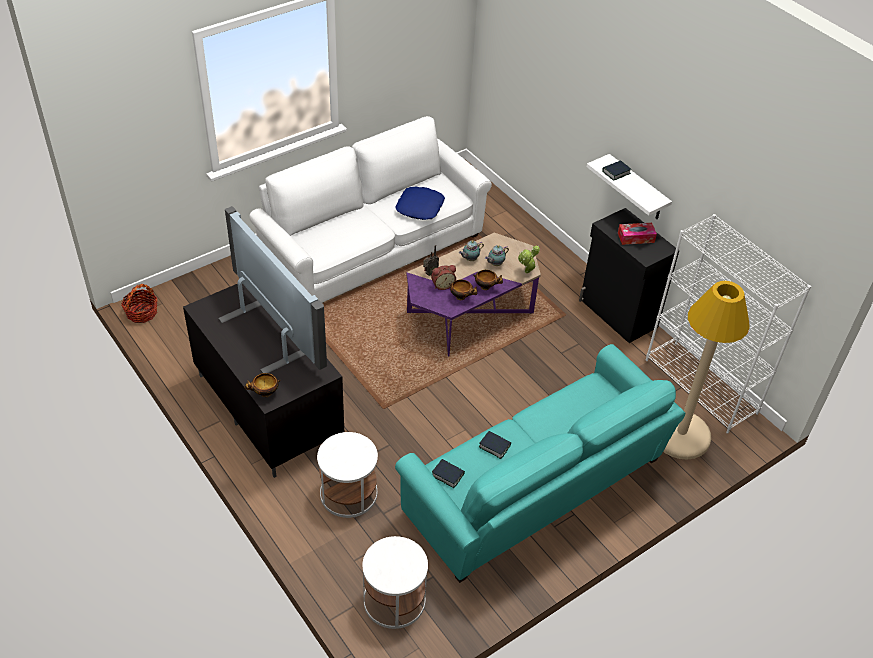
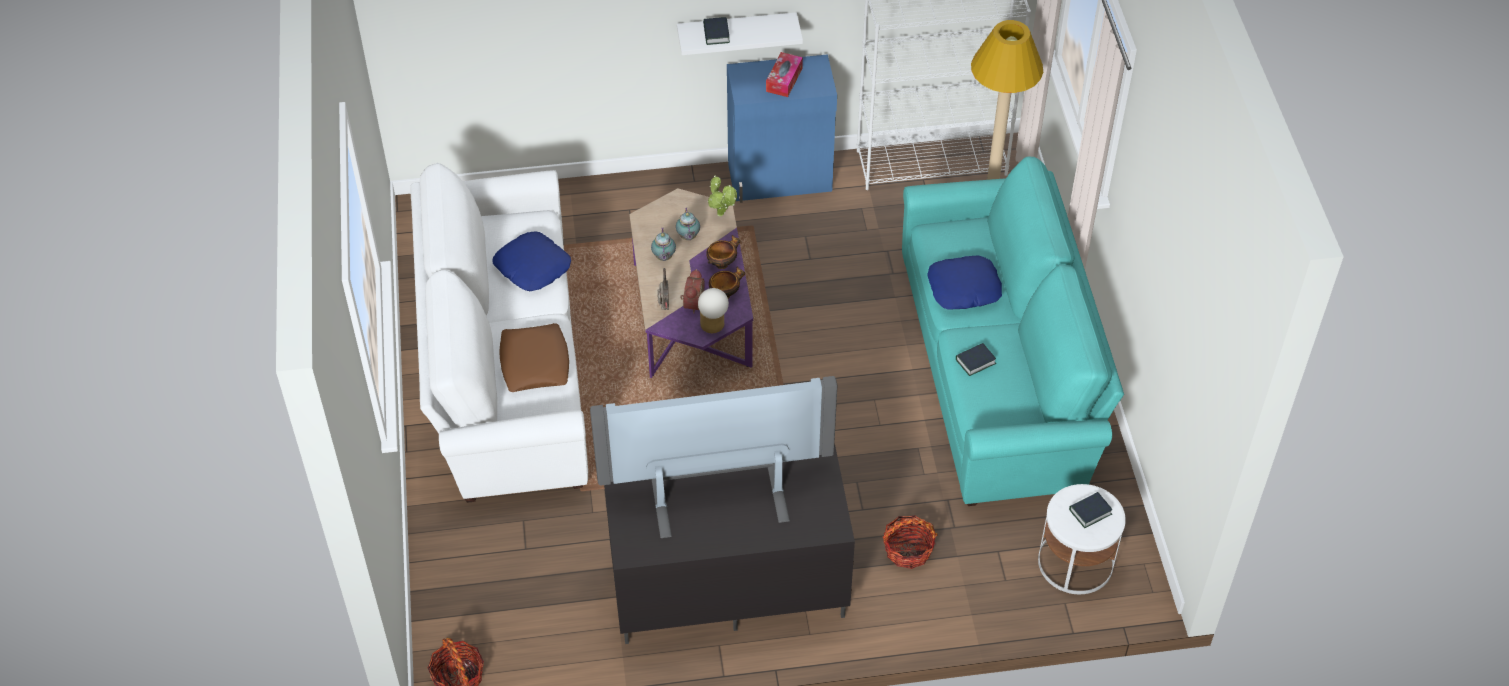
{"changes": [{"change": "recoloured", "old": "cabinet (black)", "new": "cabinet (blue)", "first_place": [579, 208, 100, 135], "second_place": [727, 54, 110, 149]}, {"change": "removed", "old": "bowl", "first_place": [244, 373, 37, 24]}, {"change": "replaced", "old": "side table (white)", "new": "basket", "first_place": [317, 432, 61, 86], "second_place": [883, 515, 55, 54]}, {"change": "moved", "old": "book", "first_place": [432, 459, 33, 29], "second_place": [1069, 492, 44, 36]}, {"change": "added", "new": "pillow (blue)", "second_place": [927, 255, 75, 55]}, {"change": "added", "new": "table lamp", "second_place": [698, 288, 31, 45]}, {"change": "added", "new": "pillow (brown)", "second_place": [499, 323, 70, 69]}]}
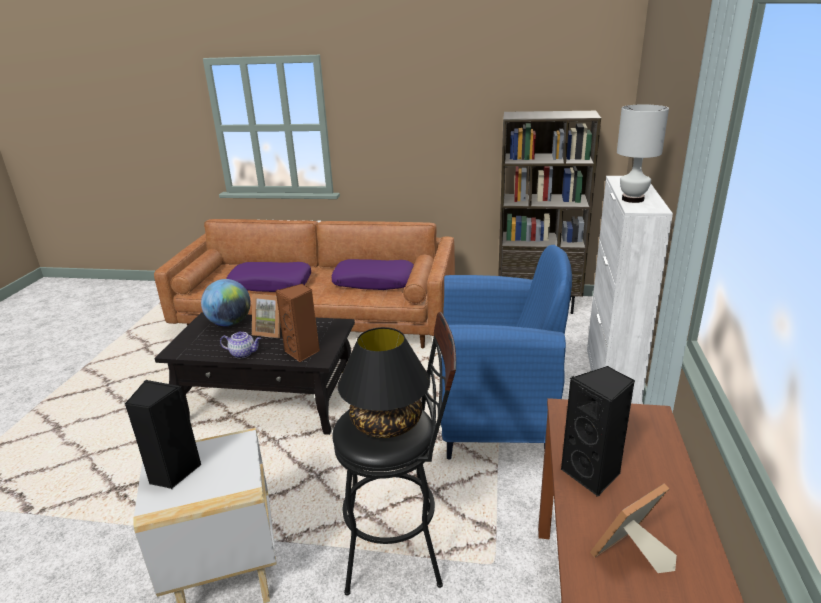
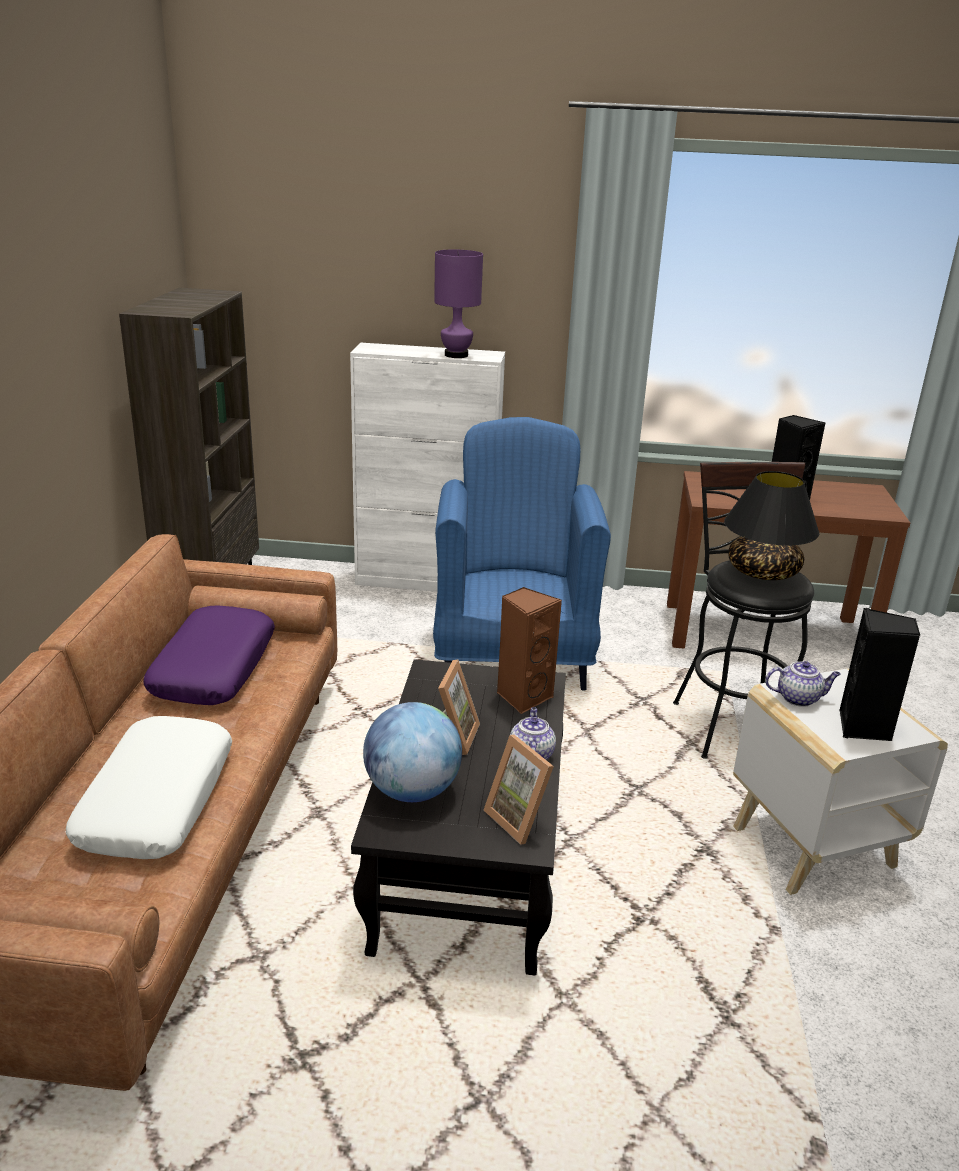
{"changes": [{"change": "recoloured", "old": "table lamp (white)", "new": "table lamp (purple)", "first_place": [617, 104, 52, 99], "second_place": [434, 250, 49, 108]}, {"change": "recoloured", "old": "pillow (purple)", "new": "pillow (white)", "first_place": [226, 262, 85, 30], "second_place": [66, 716, 166, 143]}, {"change": "moved", "old": "picture frame", "first_place": [590, 483, 87, 90], "second_place": [484, 735, 70, 110]}, {"change": "added", "new": "teapot", "second_place": [765, 661, 76, 46]}]}
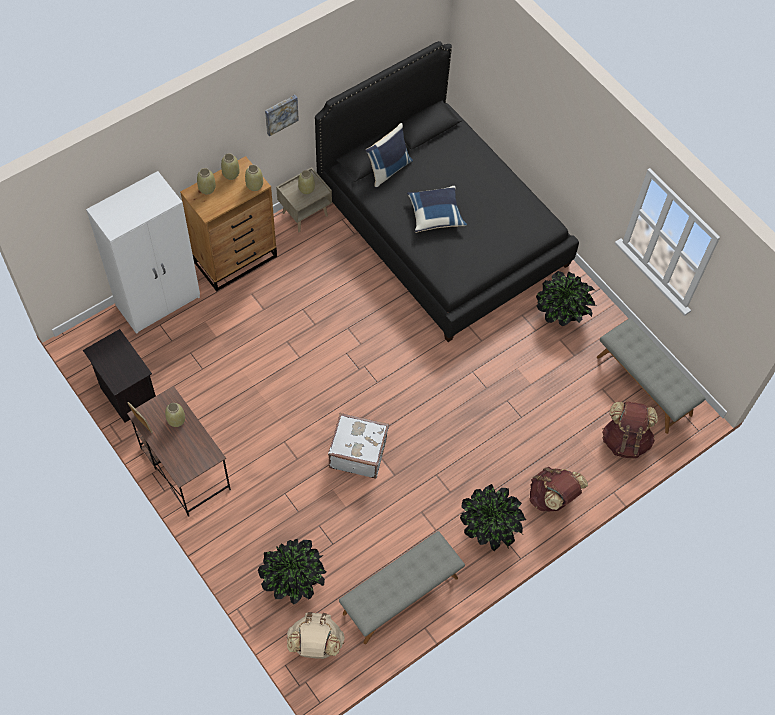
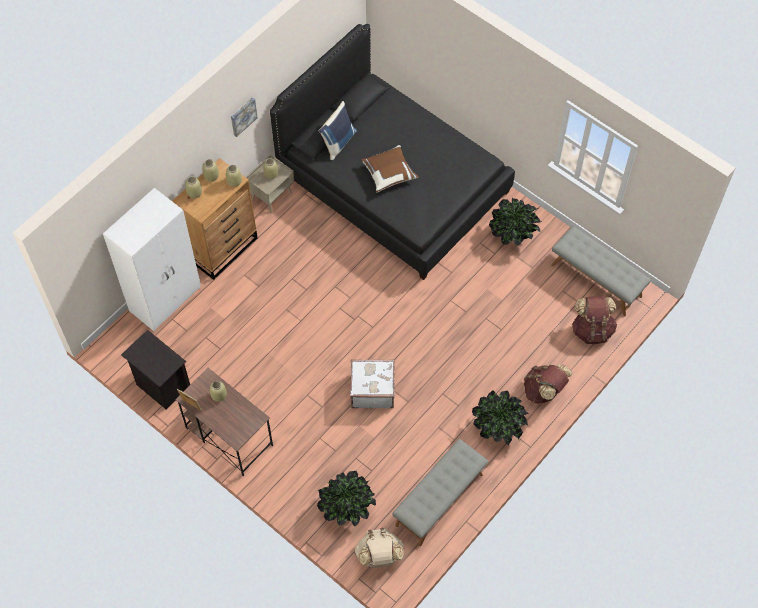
{"changes": [{"change": "recoloured", "old": "pillow (blue)", "new": "pillow (brown)", "first_place": [407, 186, 60, 47], "second_place": [361, 145, 58, 48]}]}
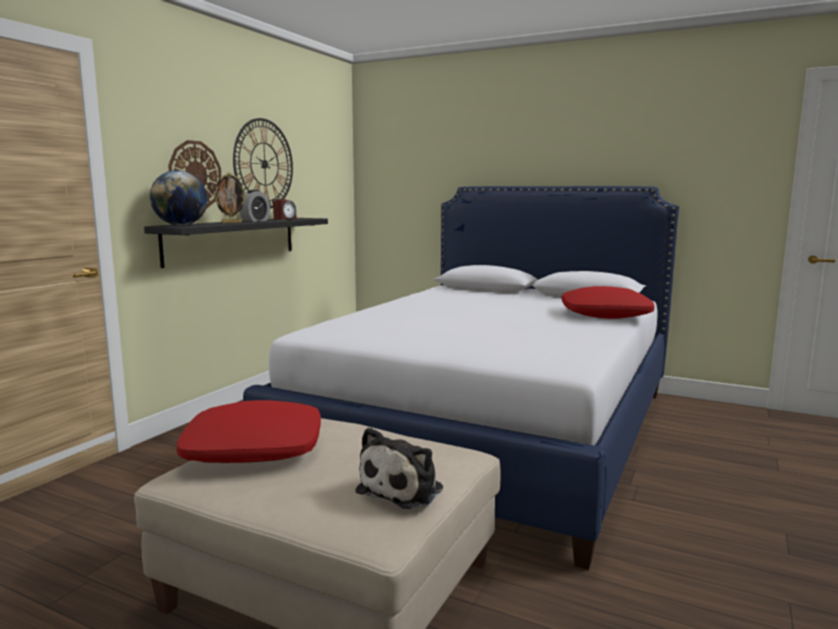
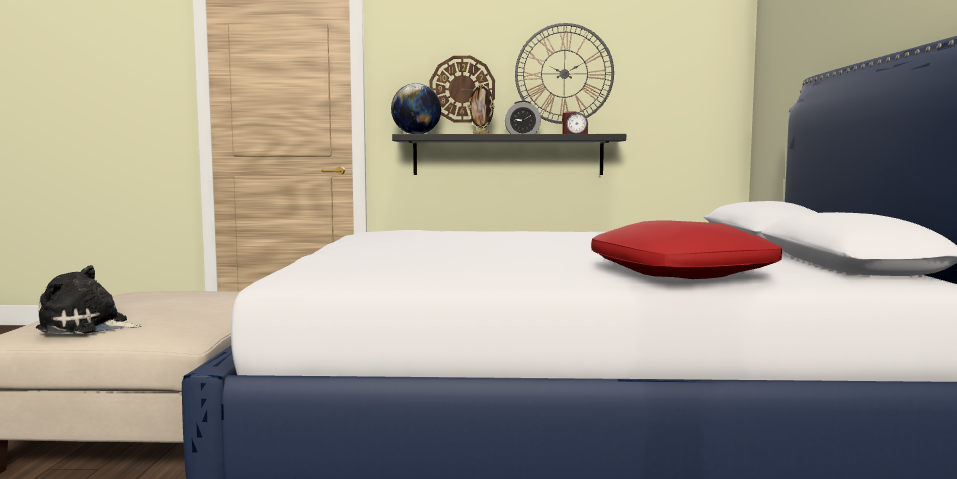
{"changes": [{"change": "removed", "old": "pillow (red)", "first_place": [177, 400, 144, 63]}]}
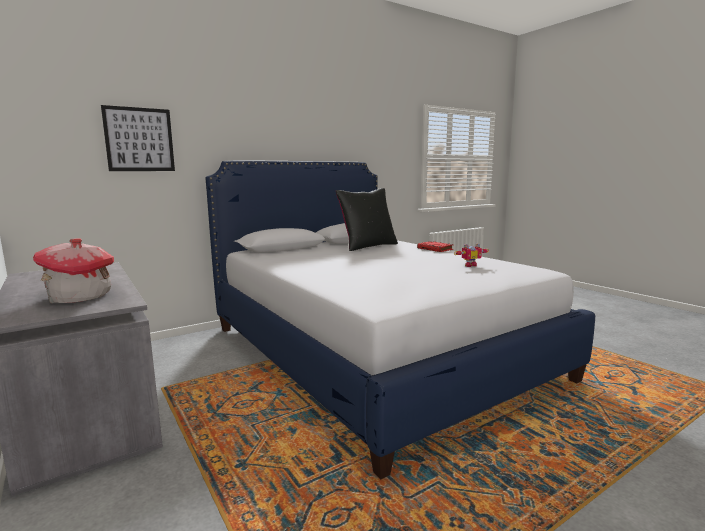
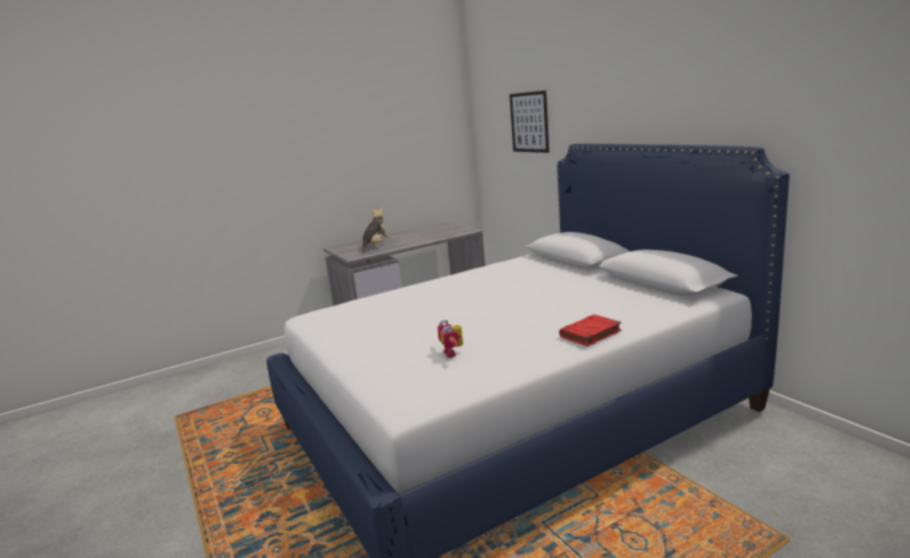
{"changes": [{"change": "removed", "old": "pillow (black)", "first_place": [336, 188, 62, 63]}, {"change": "replaced", "old": "toy house", "new": "plush toy", "first_place": [33, 238, 81, 66], "second_place": [362, 208, 29, 46]}]}
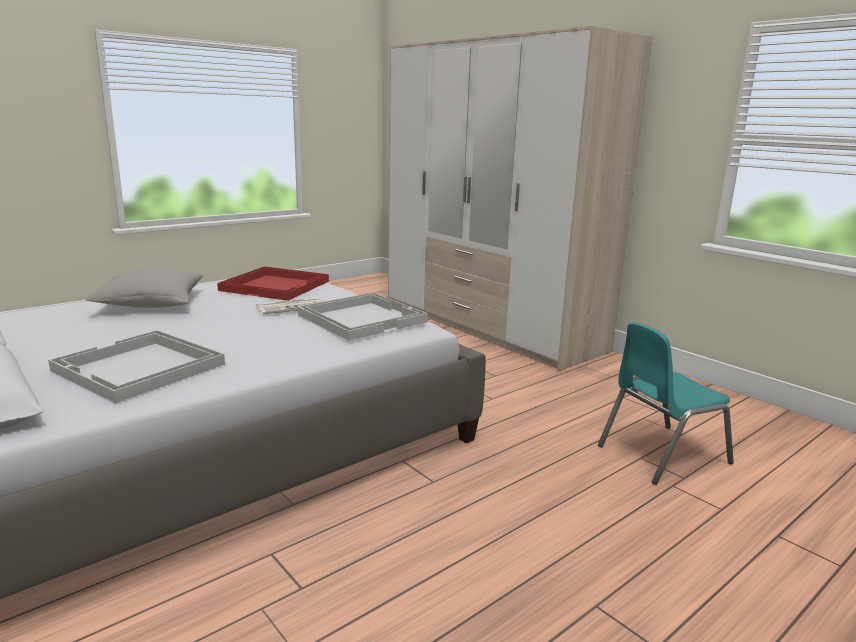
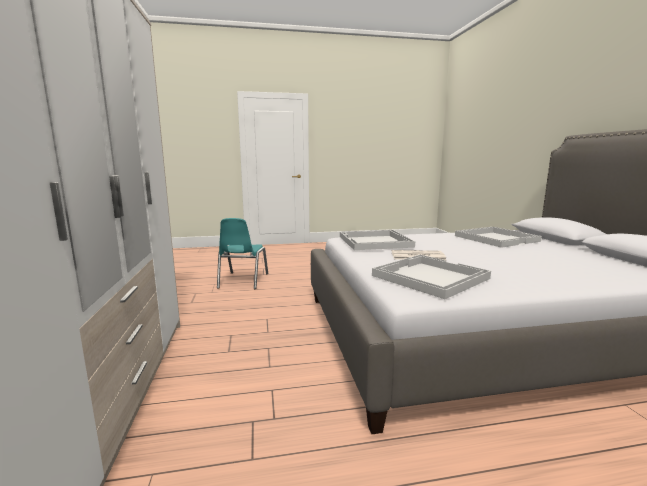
{"changes": [{"change": "recoloured", "old": "tray (red)", "new": "tray (white)", "first_place": [217, 266, 112, 35], "second_place": [372, 254, 119, 45]}, {"change": "removed", "old": "pillow (grey)", "first_place": [85, 269, 118, 39]}, {"change": "turned", "old": "chair (turquoise)", "first_place": [598, 322, 136, 163], "second_place": [217, 218, 51, 71], "degrees": 90}]}
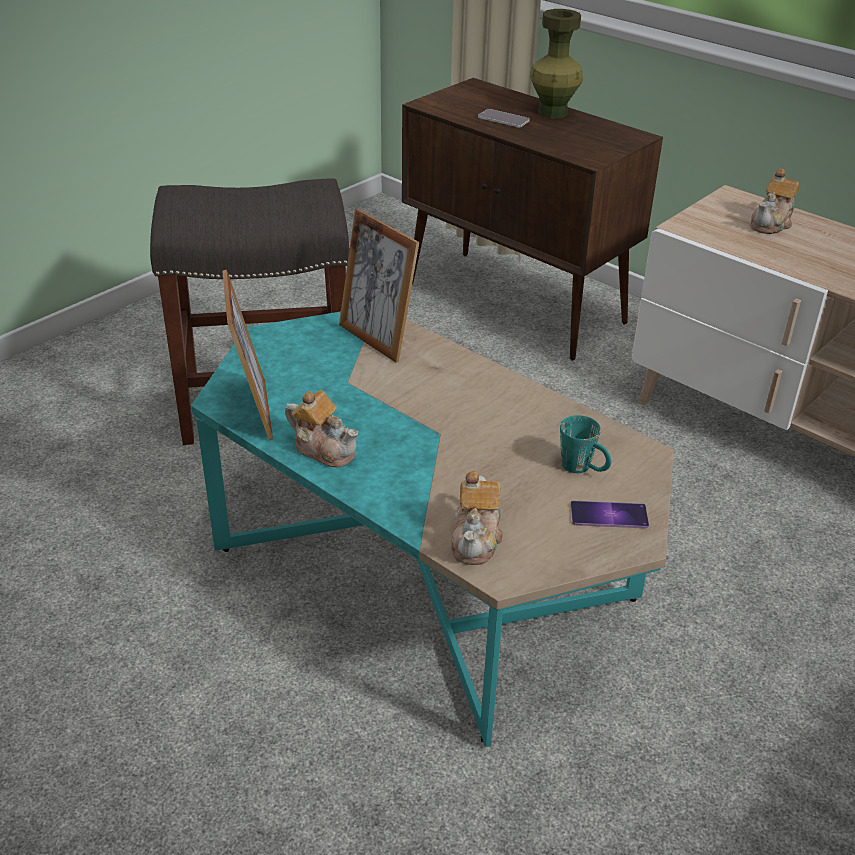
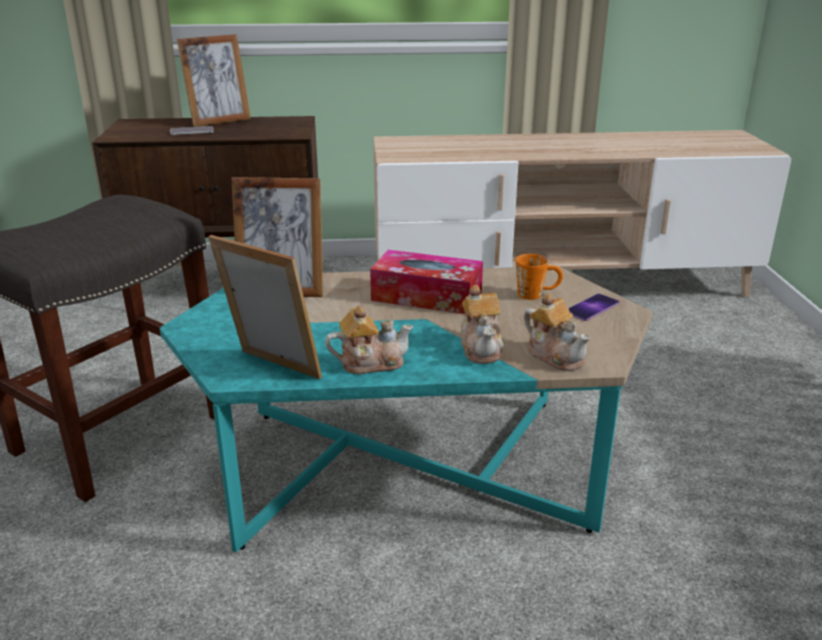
{"changes": [{"change": "replaced", "old": "vase (green)", "new": "picture frame", "first_place": [530, 9, 53, 109], "second_place": [177, 34, 74, 93]}, {"change": "moved", "old": "teapot", "first_place": [750, 168, 49, 66], "second_place": [461, 285, 43, 79]}, {"change": "recoloured", "old": "mug (turquoise)", "new": "mug (orange)", "first_place": [560, 415, 51, 58], "second_place": [516, 254, 47, 46]}, {"change": "added", "new": "tissue box", "second_place": [370, 250, 113, 64]}]}
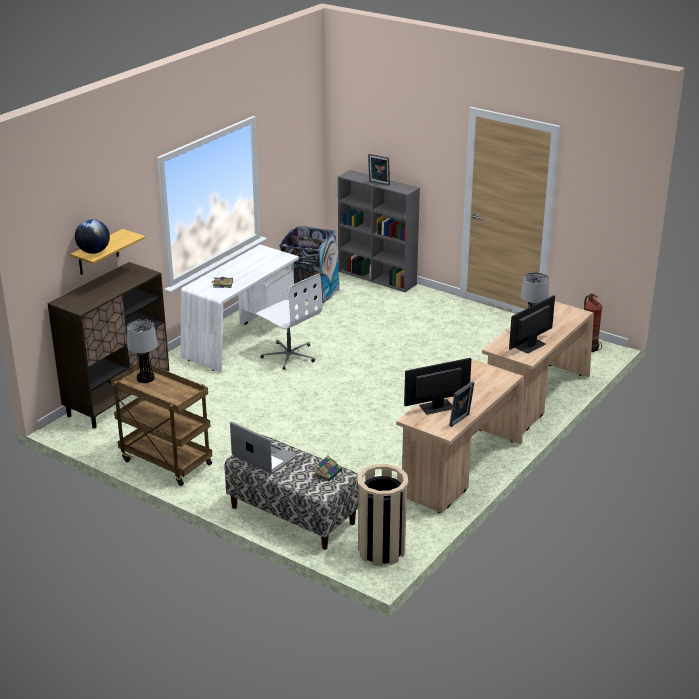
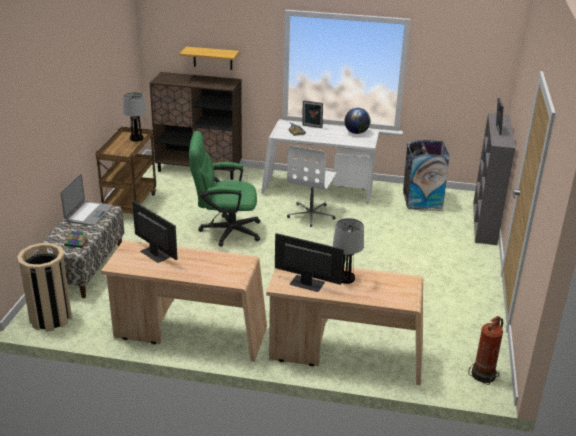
{"changes": [{"change": "moved", "old": "globe", "first_place": [75, 219, 35, 35], "second_place": [345, 108, 25, 26]}, {"change": "moved", "old": "picture frame", "first_place": [449, 381, 25, 46], "second_place": [303, 100, 20, 28]}, {"change": "added", "new": "office chair (green)", "second_place": [189, 131, 72, 115]}]}
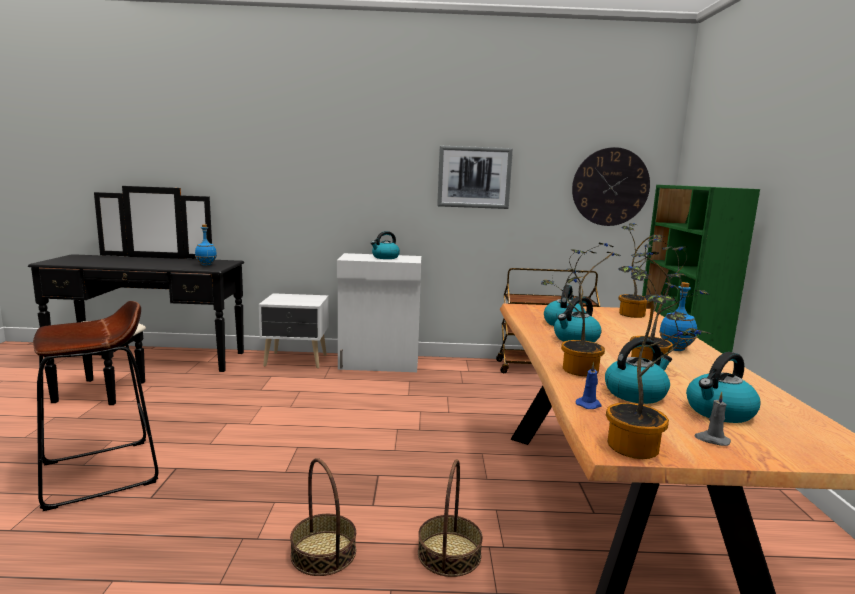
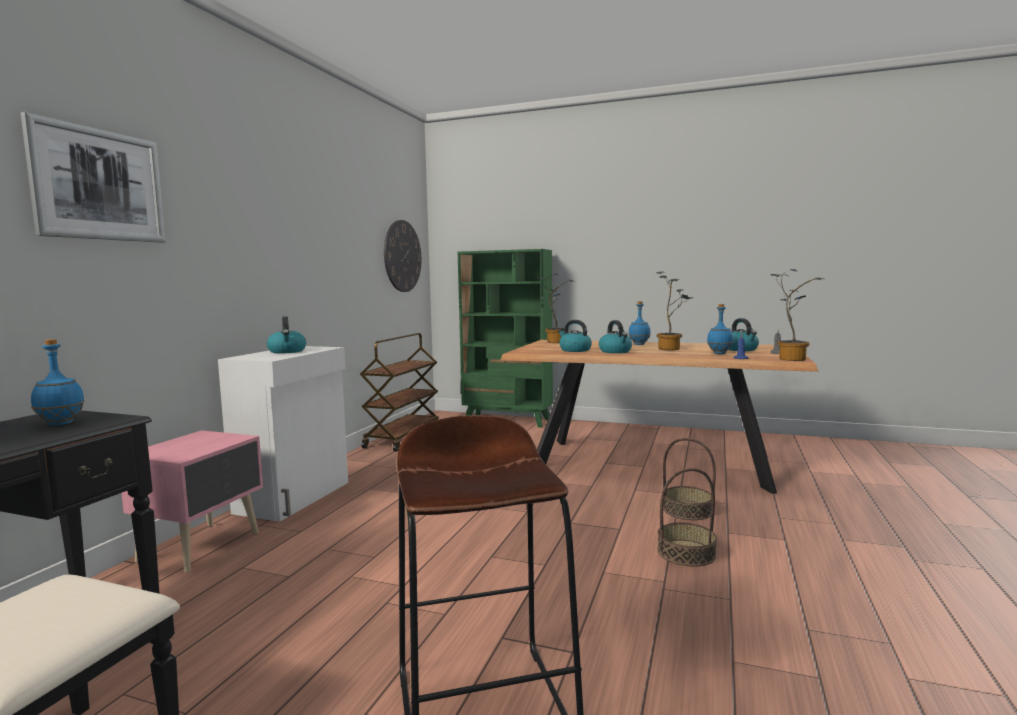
{"changes": [{"change": "moved", "old": "picture", "first_place": [437, 146, 76, 63], "second_place": [20, 112, 146, 131]}, {"change": "removed", "old": "potted plant", "first_place": [541, 243, 80, 133]}, {"change": "recoloured", "old": "nightstand (white)", "new": "nightstand (pink)", "first_place": [259, 293, 70, 75], "second_place": [121, 430, 142, 143]}, {"change": "replaced", "old": "kettle", "new": "bottle (blue)", "first_place": [605, 338, 67, 66], "second_place": [707, 304, 26, 50]}]}
